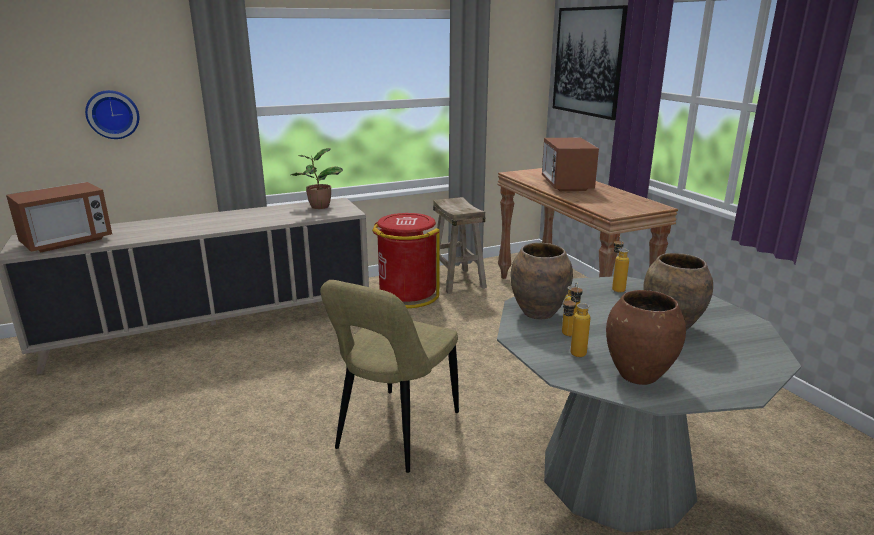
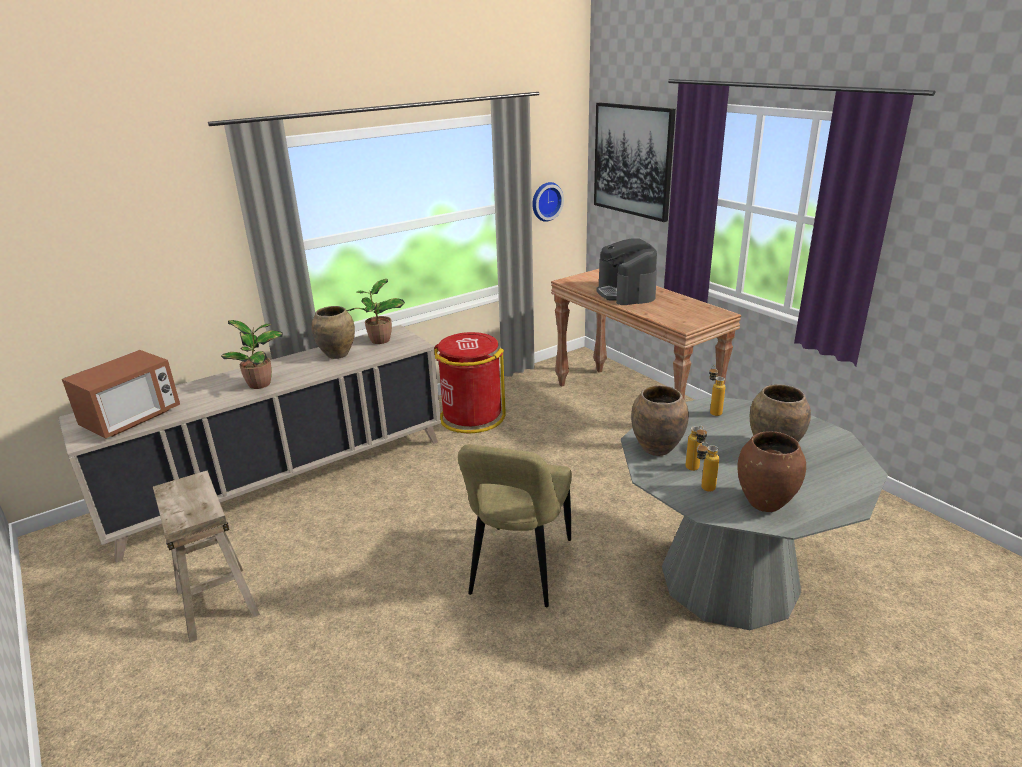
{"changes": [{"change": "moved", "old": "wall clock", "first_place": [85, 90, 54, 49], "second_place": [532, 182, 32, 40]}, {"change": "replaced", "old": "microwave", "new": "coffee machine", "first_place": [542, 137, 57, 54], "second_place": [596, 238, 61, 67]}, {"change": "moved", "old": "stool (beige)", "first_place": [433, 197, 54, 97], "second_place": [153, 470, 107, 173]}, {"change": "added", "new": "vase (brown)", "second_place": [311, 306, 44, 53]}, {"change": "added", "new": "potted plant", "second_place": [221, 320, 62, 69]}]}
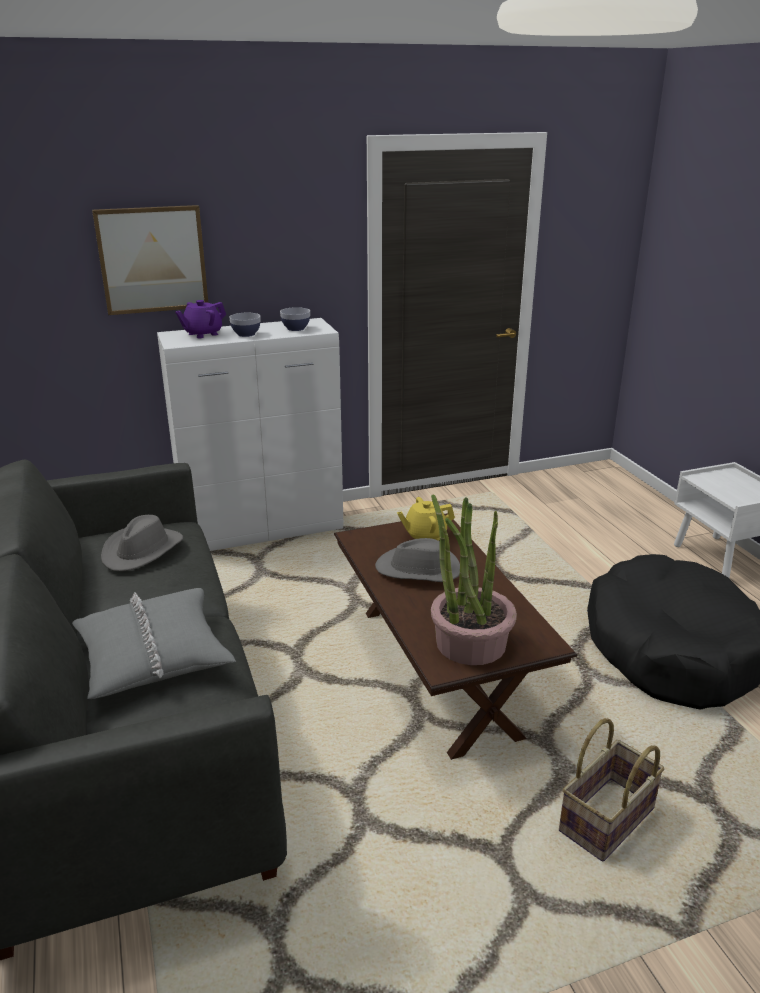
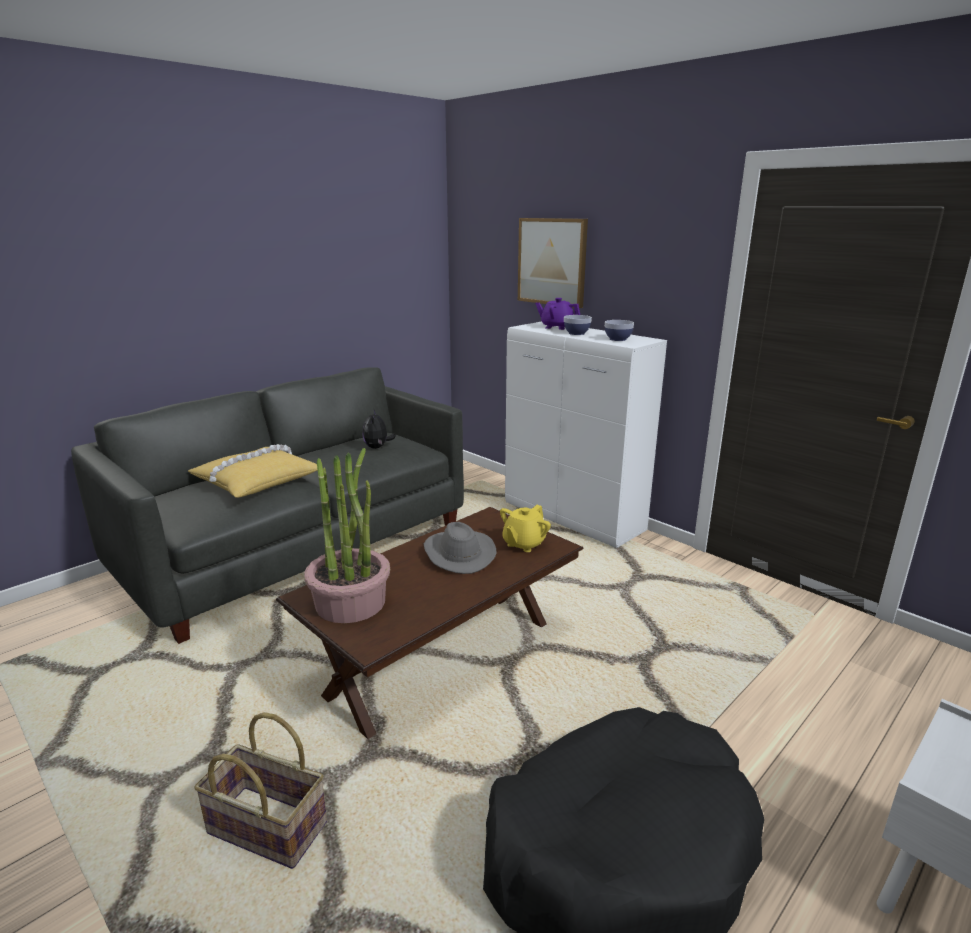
{"changes": [{"change": "turned", "old": "teapot (yellow)", "first_place": [397, 497, 58, 44], "second_place": [500, 505, 51, 47], "degrees": -105}, {"change": "replaced", "old": "hat (grey)", "new": "plush toy", "first_place": [101, 515, 82, 56], "second_place": [363, 410, 33, 39]}, {"change": "recoloured", "old": "pillow (grey)", "new": "pillow (yellow)", "first_place": [72, 588, 164, 111], "second_place": [188, 444, 130, 54]}]}
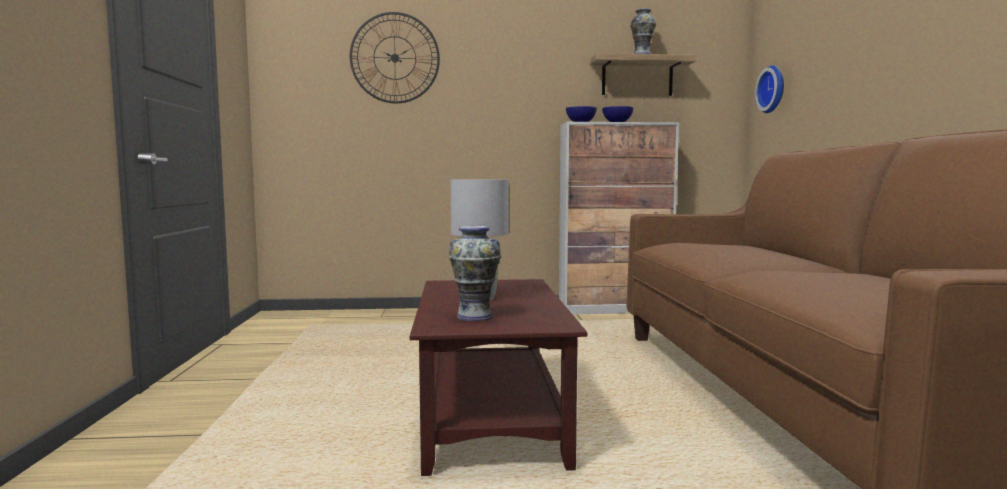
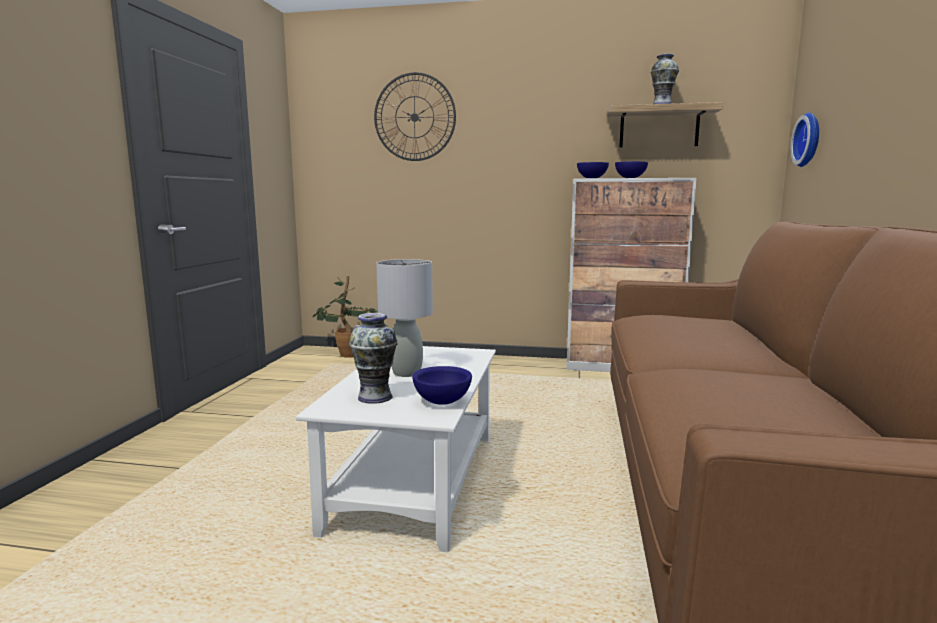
{"changes": [{"change": "recoloured", "old": "coffee table (brown)", "new": "coffee table (white)", "first_place": [409, 279, 178, 197], "second_place": [296, 346, 200, 206]}, {"change": "added", "new": "potted plant", "second_place": [312, 276, 65, 82]}, {"change": "added", "new": "bowl (blue)", "second_place": [412, 366, 60, 39]}]}
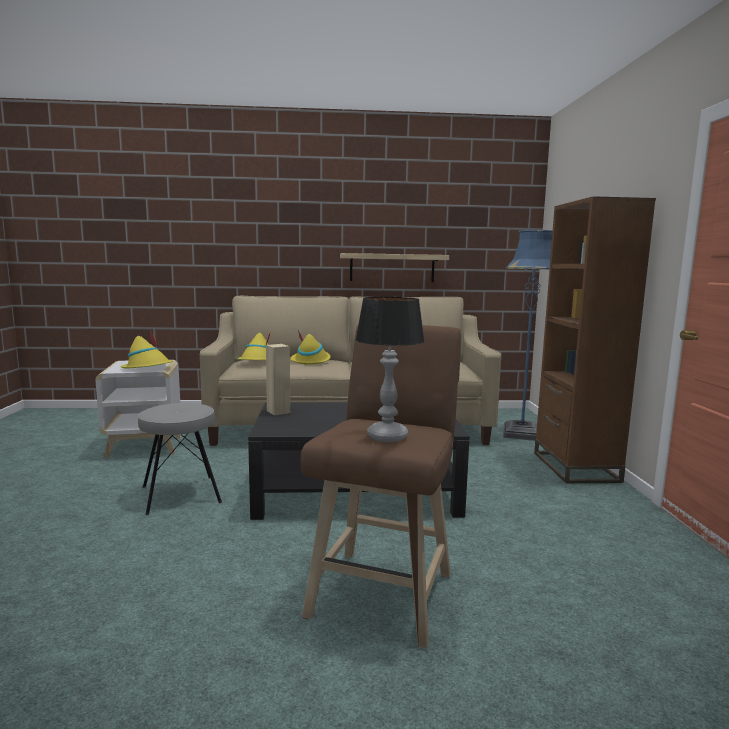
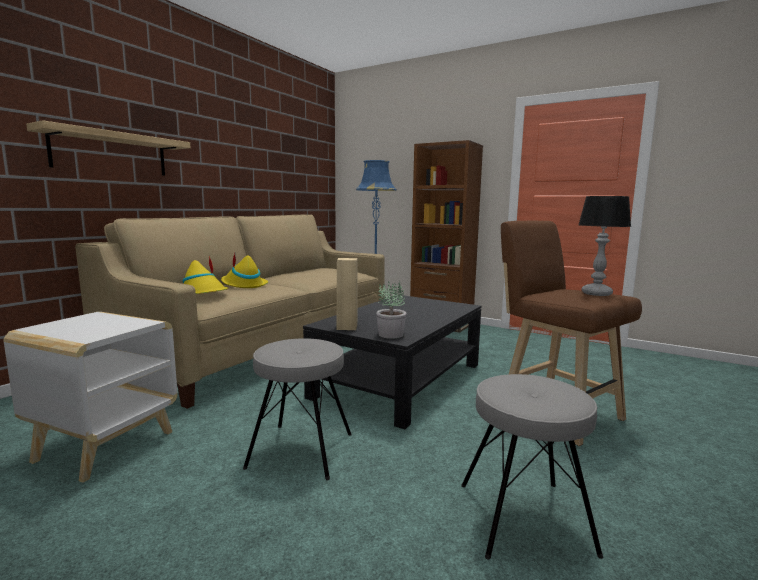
{"changes": [{"change": "moved", "old": "shelf", "first_place": [340, 253, 109, 29], "second_place": [26, 120, 165, 56]}, {"change": "removed", "old": "hat (yellow)", "first_place": [120, 331, 53, 38]}, {"change": "added", "new": "potted plant", "second_place": [376, 280, 31, 59]}, {"change": "added", "new": "stool (grey)", "second_place": [461, 374, 142, 186]}]}
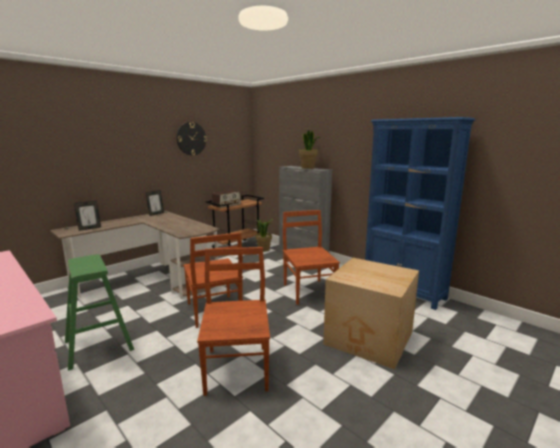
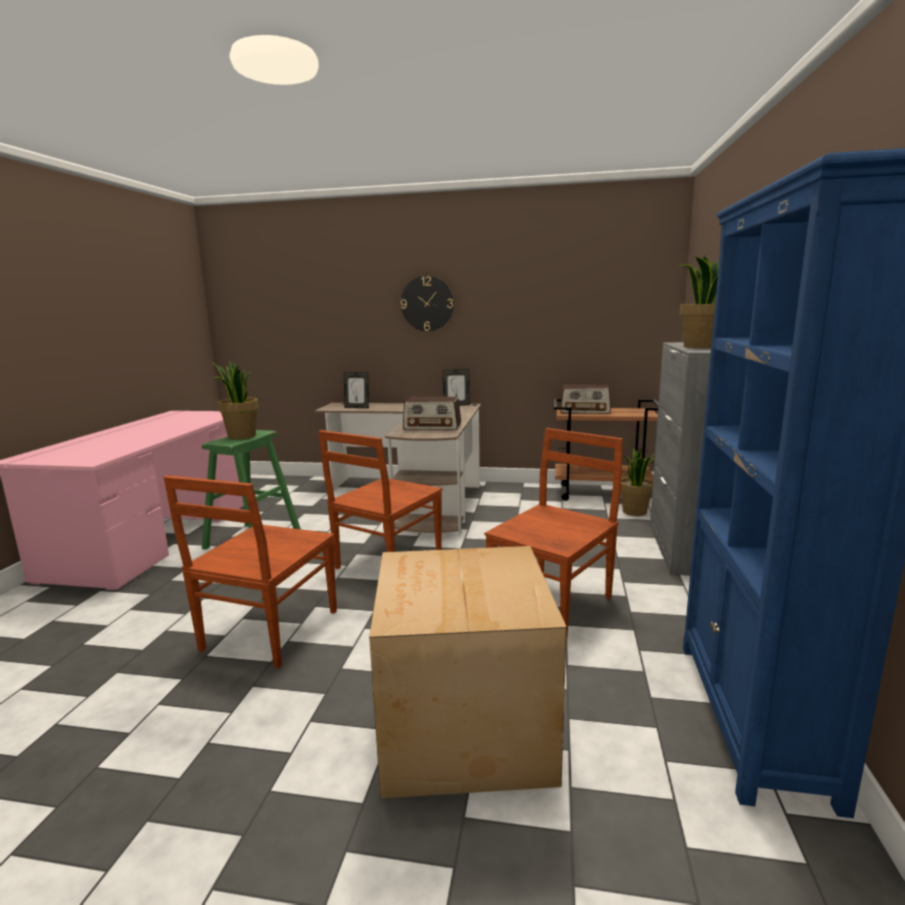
{"changes": [{"change": "moved", "old": "wall clock", "first_place": [177, 122, 30, 34], "second_place": [401, 275, 53, 56]}, {"change": "turned", "old": "chair (brown)", "first_place": [197, 247, 73, 149], "second_place": [164, 475, 173, 194], "degrees": 150}, {"change": "added", "new": "potted plant", "second_place": [213, 361, 46, 78]}, {"change": "added", "new": "radio", "second_place": [403, 397, 58, 33]}]}
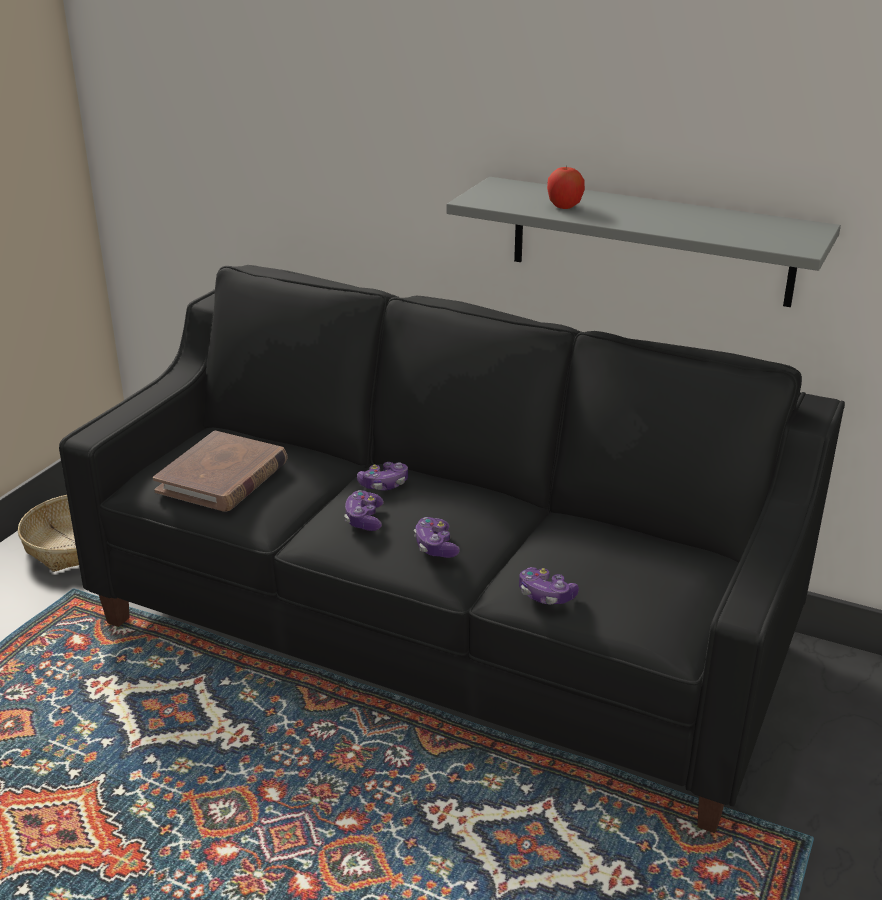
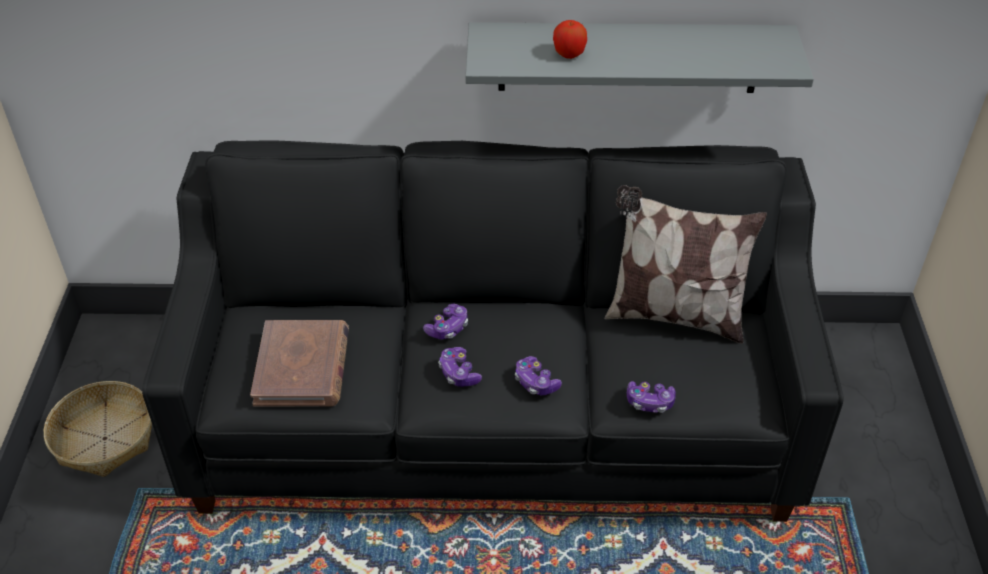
{"changes": [{"change": "added", "new": "pillow", "second_place": [605, 185, 162, 158]}]}
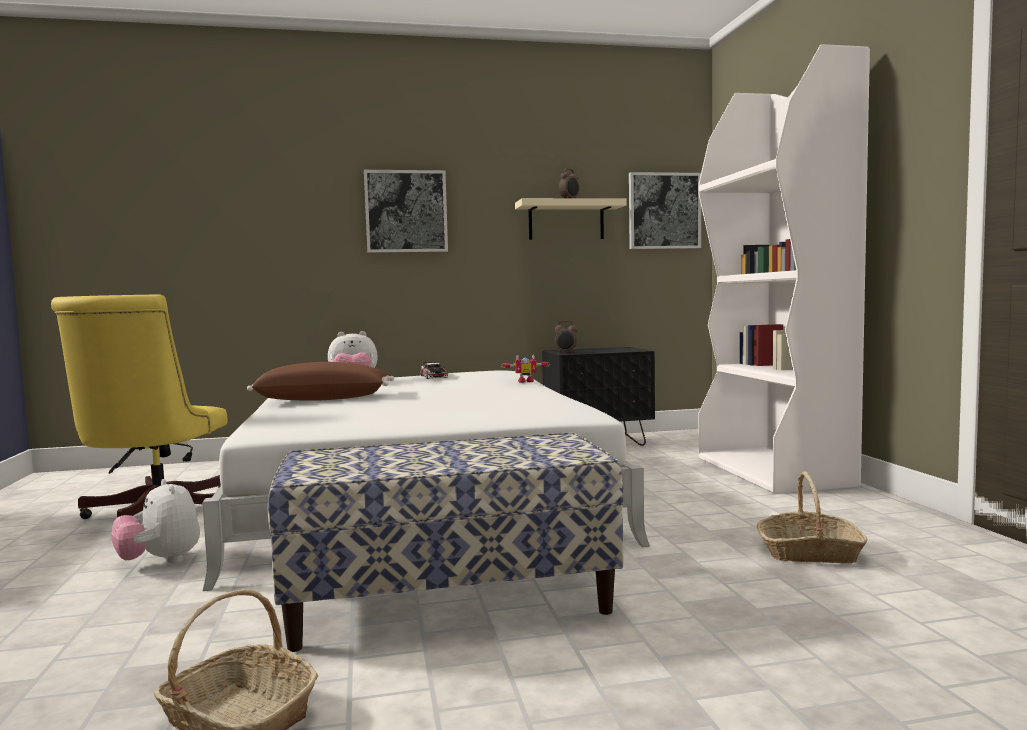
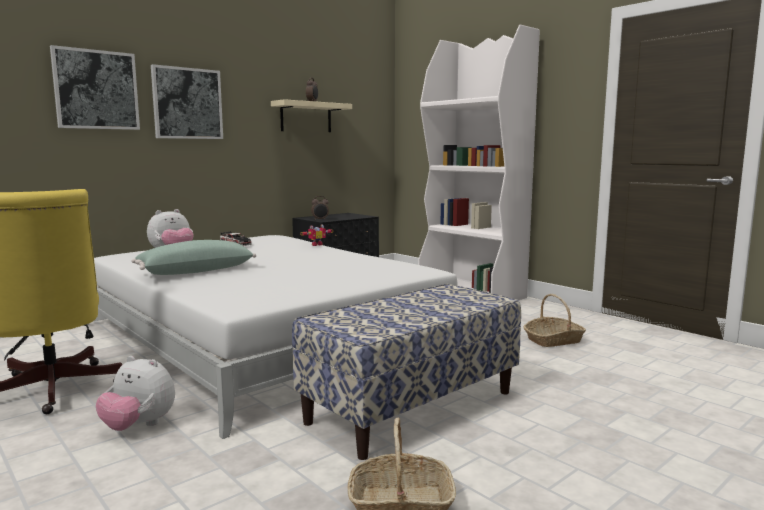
{"changes": [{"change": "moved", "old": "picture", "first_place": [629, 172, 72, 77], "second_place": [50, 45, 90, 85]}, {"change": "recoloured", "old": "pillow (brown)", "new": "pillow (green)", "first_place": [247, 362, 147, 38], "second_place": [131, 240, 125, 35]}]}
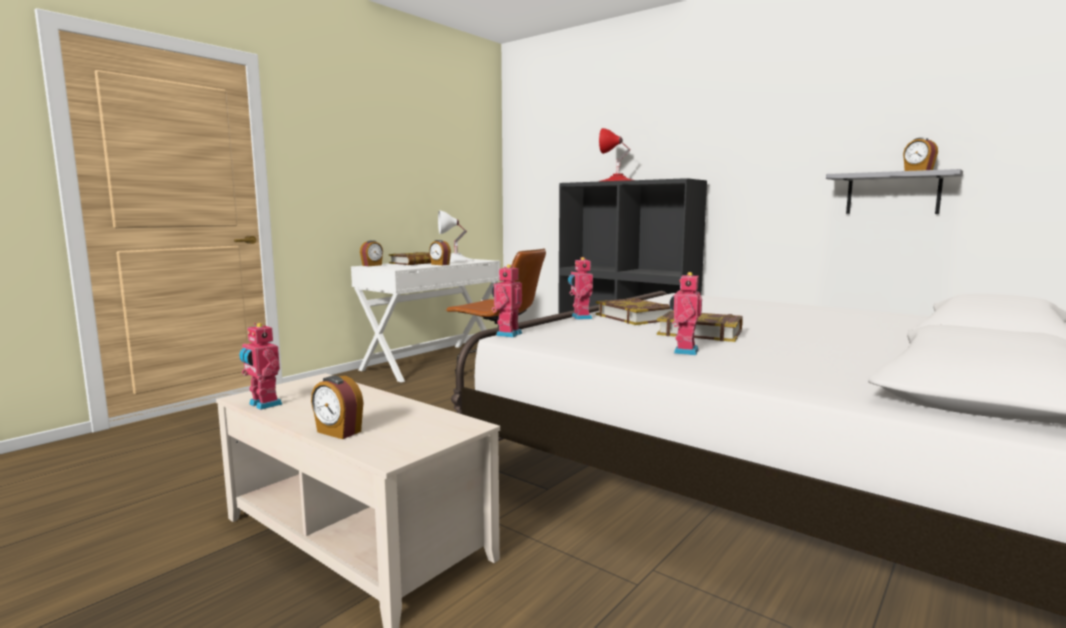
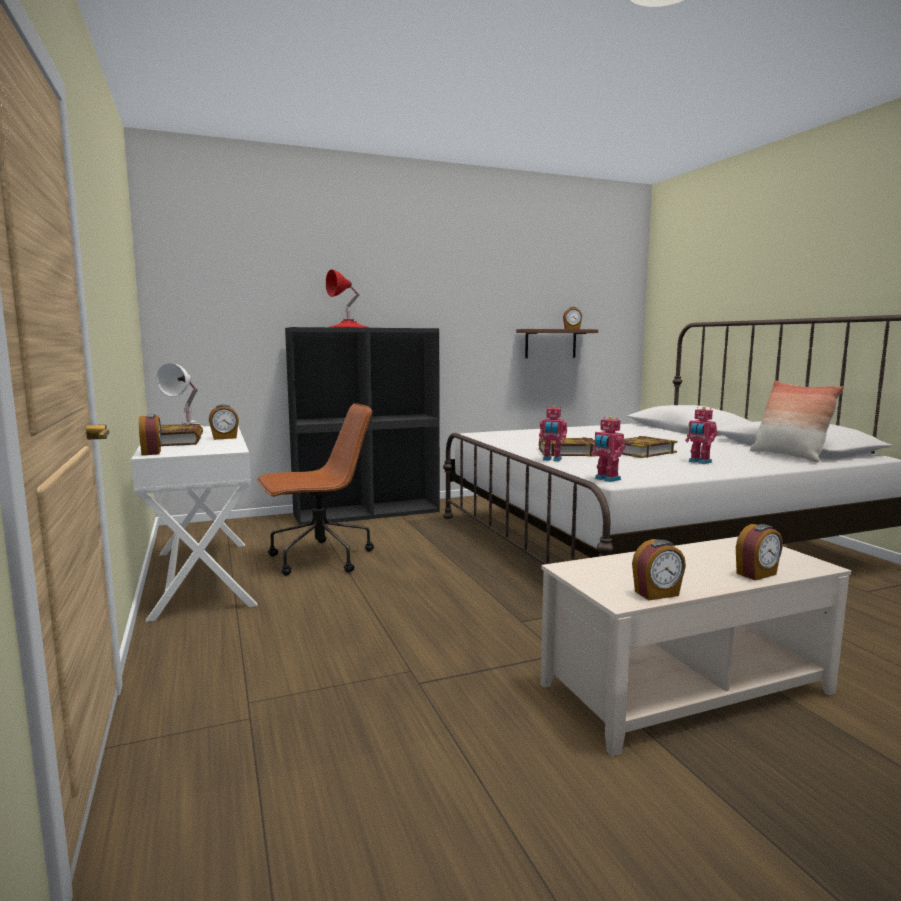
{"changes": [{"change": "recoloured", "old": "shelf (grey)", "new": "shelf (brown)", "first_place": [826, 169, 137, 45], "second_place": [516, 329, 82, 29]}, {"change": "replaced", "old": "toy robot", "new": "alarm clock", "first_place": [239, 323, 43, 87], "second_place": [632, 539, 54, 61]}, {"change": "added", "new": "pillow", "second_place": [750, 380, 94, 82]}]}
